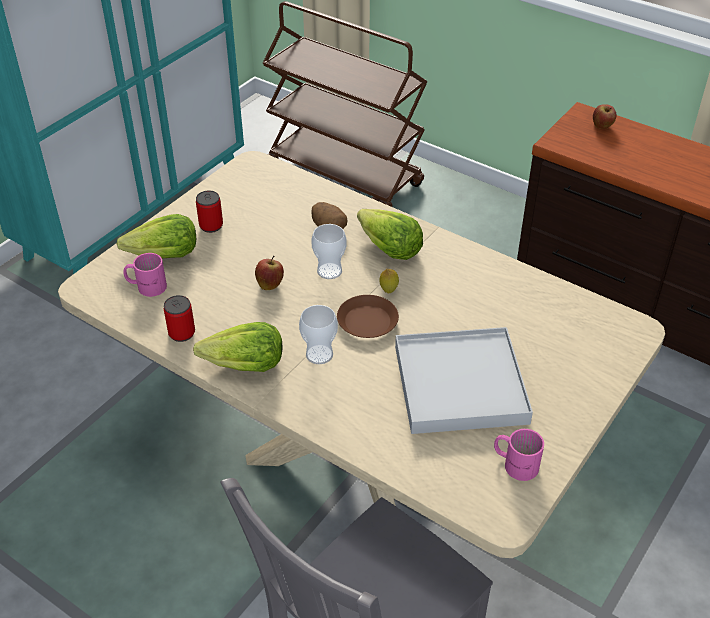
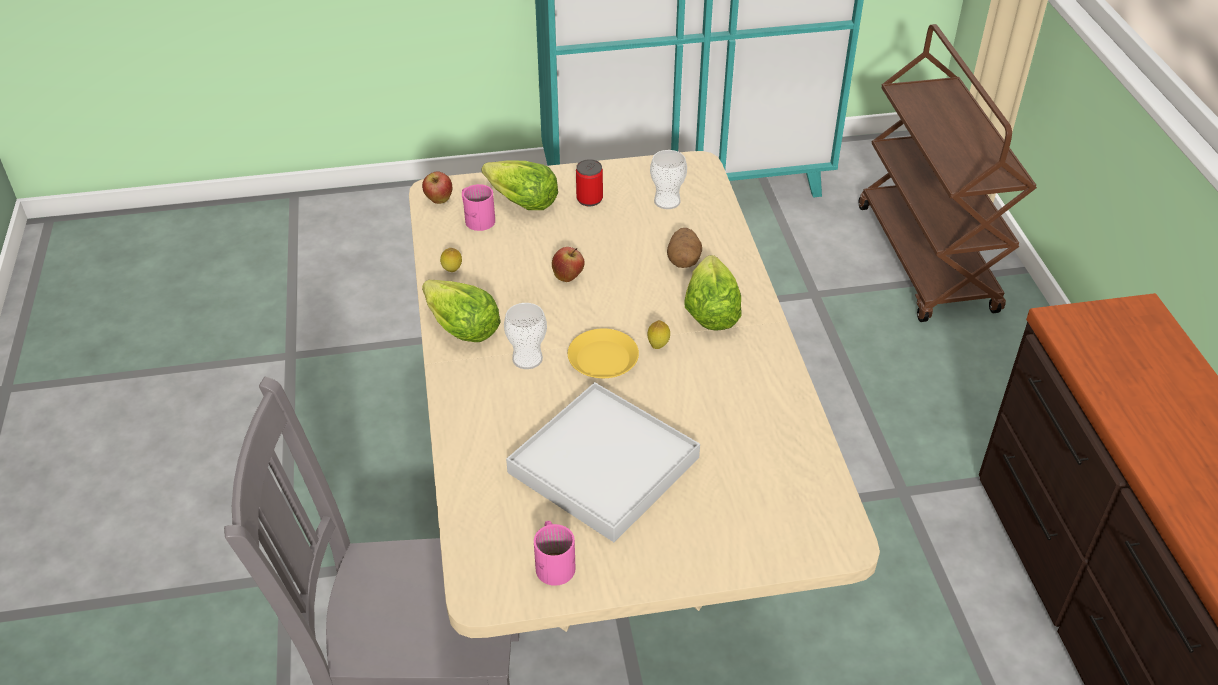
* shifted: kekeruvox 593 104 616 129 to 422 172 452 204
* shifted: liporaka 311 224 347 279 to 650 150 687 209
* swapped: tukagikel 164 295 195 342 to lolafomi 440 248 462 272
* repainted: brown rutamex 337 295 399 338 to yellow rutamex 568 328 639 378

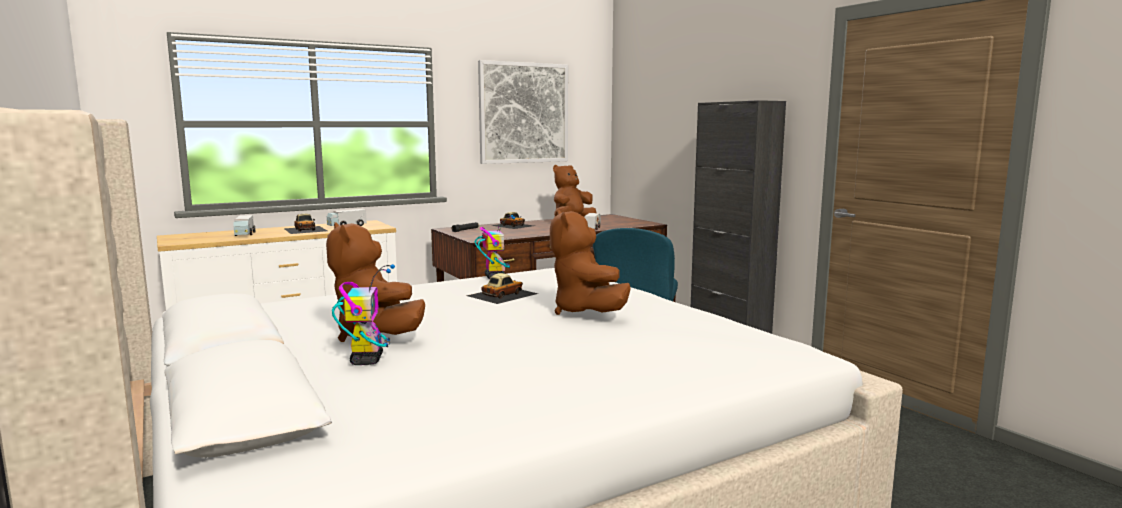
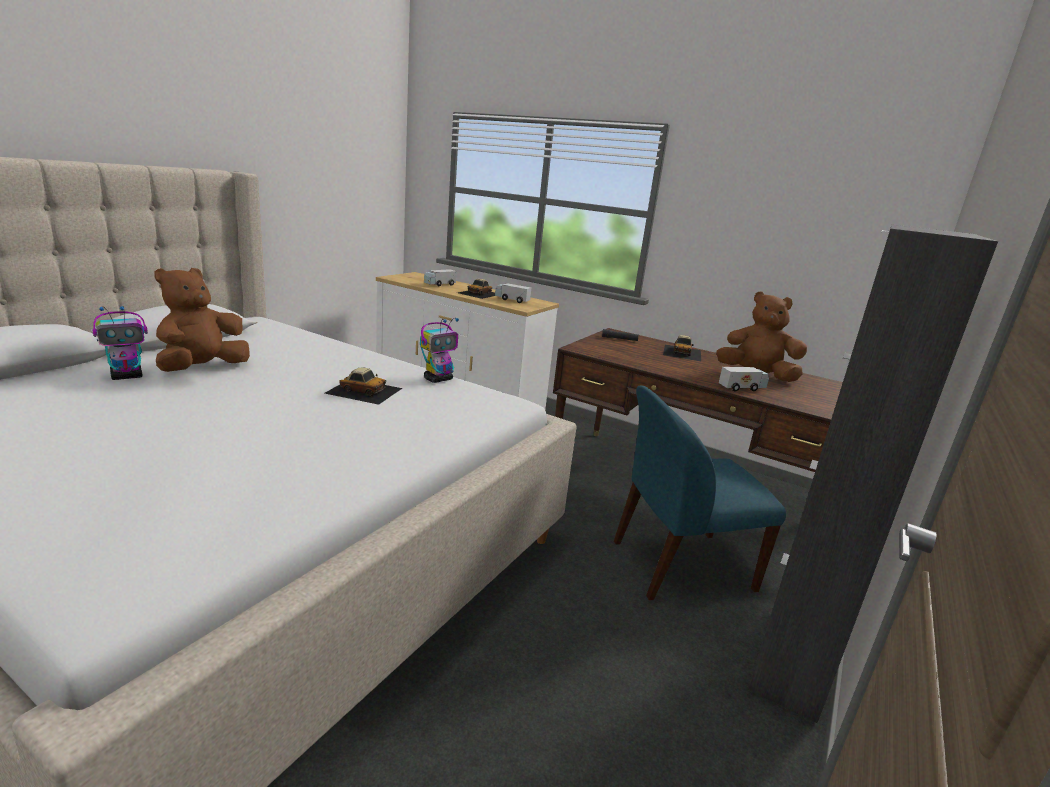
* gone: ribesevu 478 60 568 164
* gone: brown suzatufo 550 210 630 315

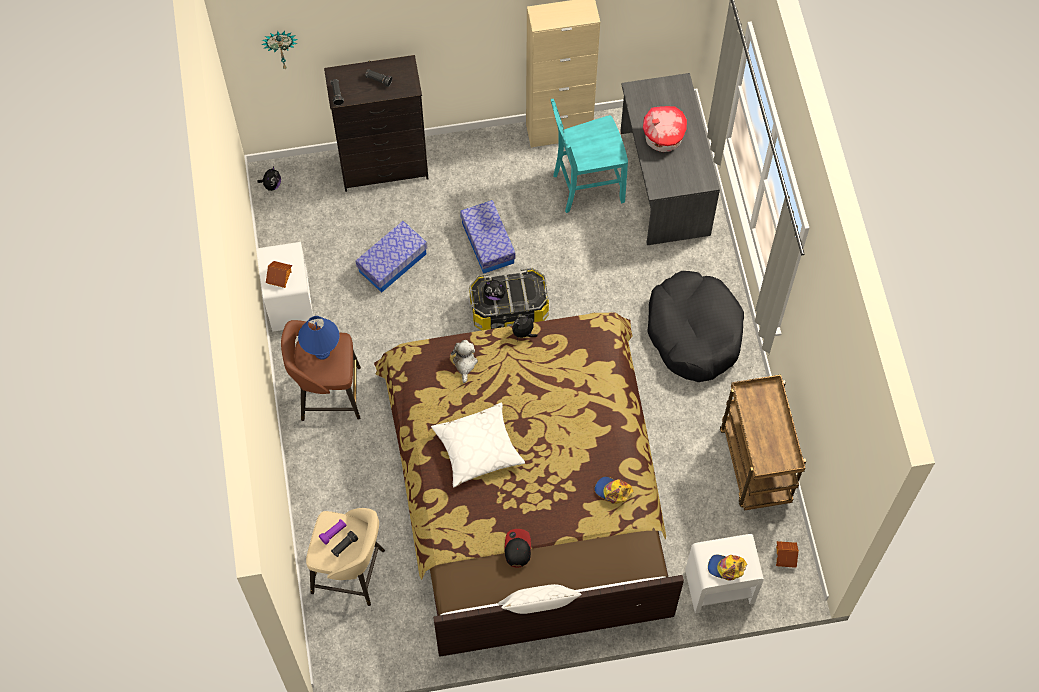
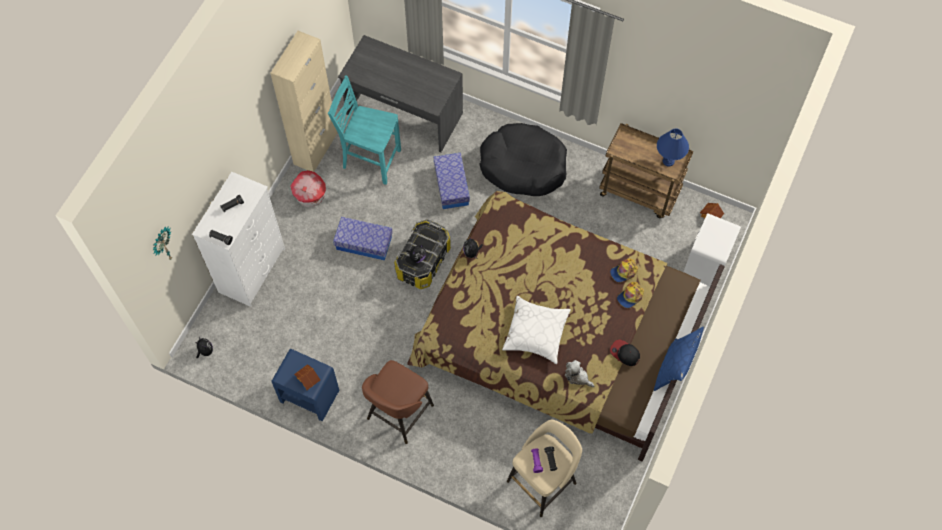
* repainted: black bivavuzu 324 55 428 192 to white bivavuzu 192 172 285 307
* rotated: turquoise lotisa 551 99 628 213 = 328 75 401 185 90 degrees clockwise
* shifted: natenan 643 106 687 152 to 290 170 326 207
* shifted: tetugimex 356 221 427 293 to 434 153 470 209
* repainted: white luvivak 257 242 315 332 to blue luvivak 271 349 339 422
* shifted: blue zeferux 298 316 340 360 to 657 129 689 167
* shifted: suzatufo 451 340 478 383 to 565 360 595 387
* shifted: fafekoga 708 554 747 581 to 617 282 644 308
* repainted: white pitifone 498 584 581 614 to blue pitifone 654 327 704 391

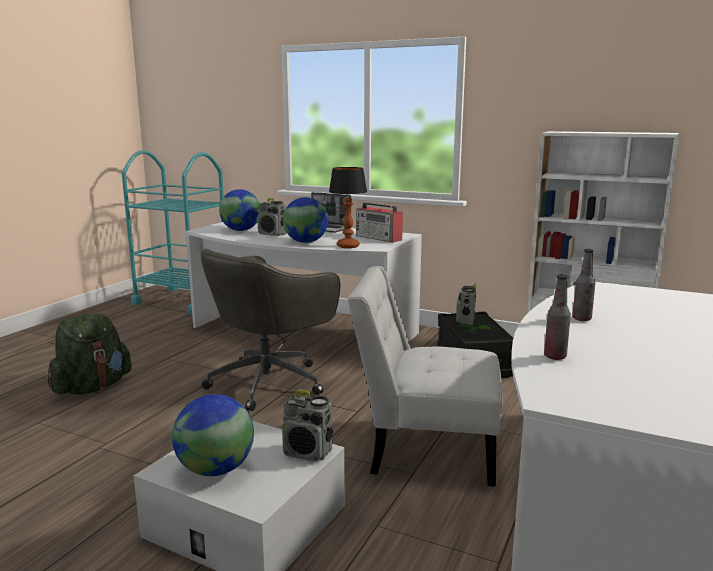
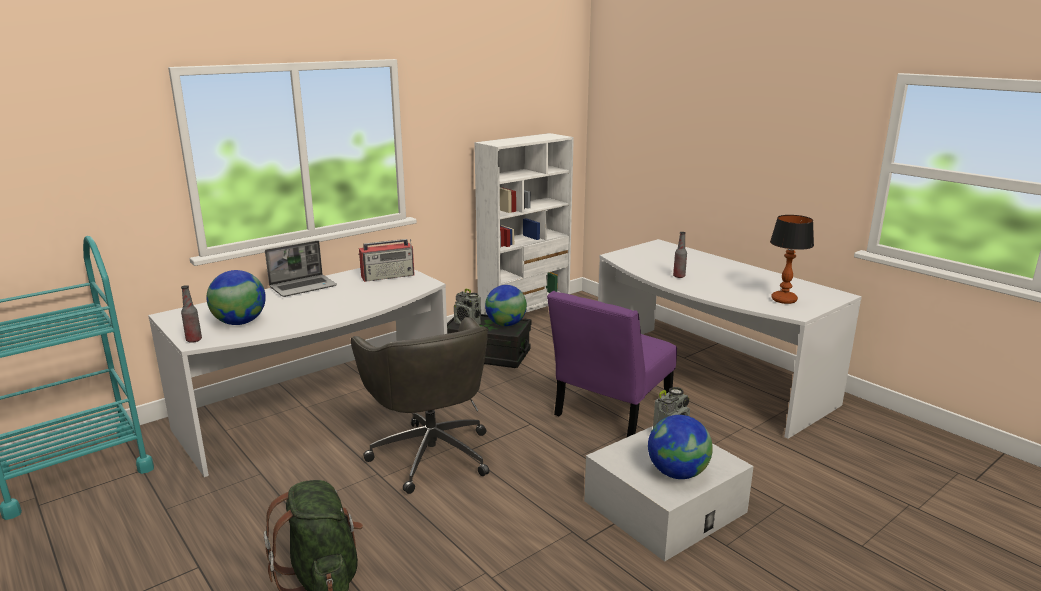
* shifted: zeferux 329 167 367 248 to 770 215 814 304
* shifted: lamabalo 283 197 328 243 to 485 285 527 326
* gone: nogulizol 257 198 286 236
* repainted: white lotisa 347 266 502 487 to purple lotisa 547 291 677 437
* shifted: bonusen 544 275 571 360 to 181 285 202 343

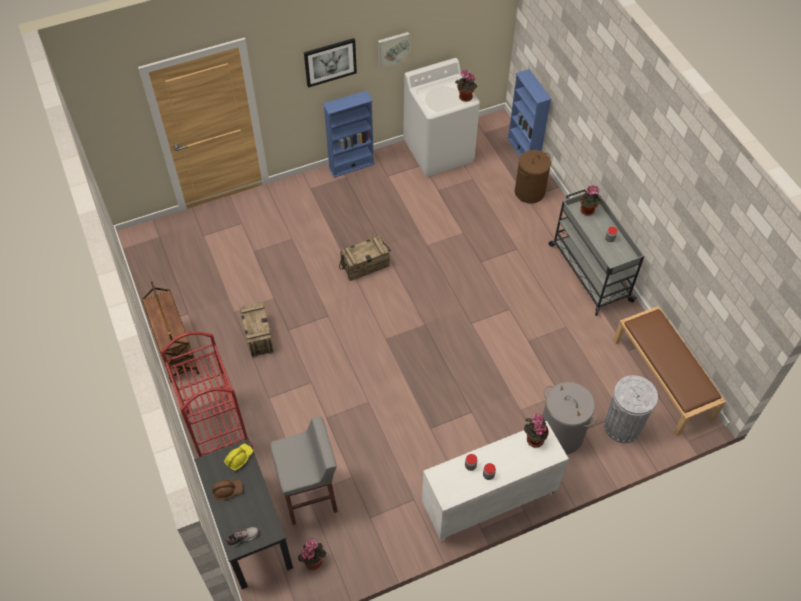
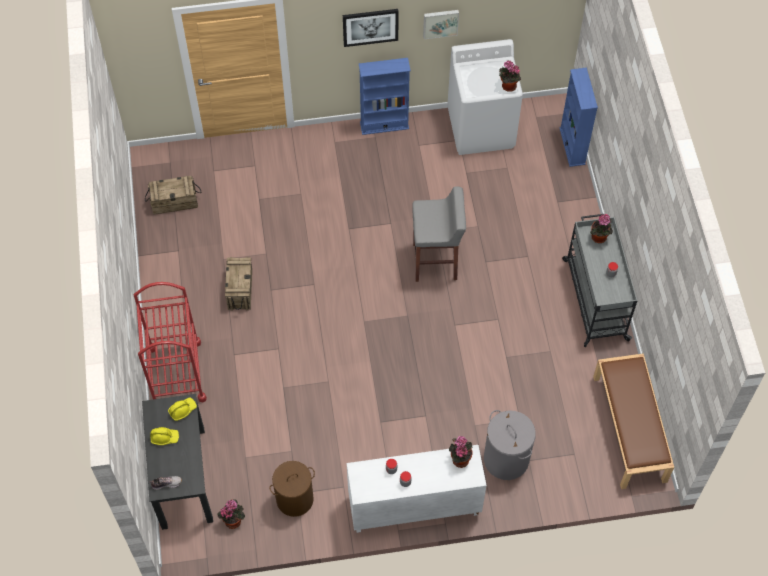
* shifted: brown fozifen 515 150 551 203 to 270 461 315 517
* shifted: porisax 339 236 391 281 to 145 176 201 214
* gone: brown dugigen 142 282 199 383
* gone: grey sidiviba 604 375 658 443
* shifted: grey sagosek 270 417 338 525 to 412 186 466 282
* repainted: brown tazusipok 212 480 243 500 to yellow tazusipok 150 427 179 445

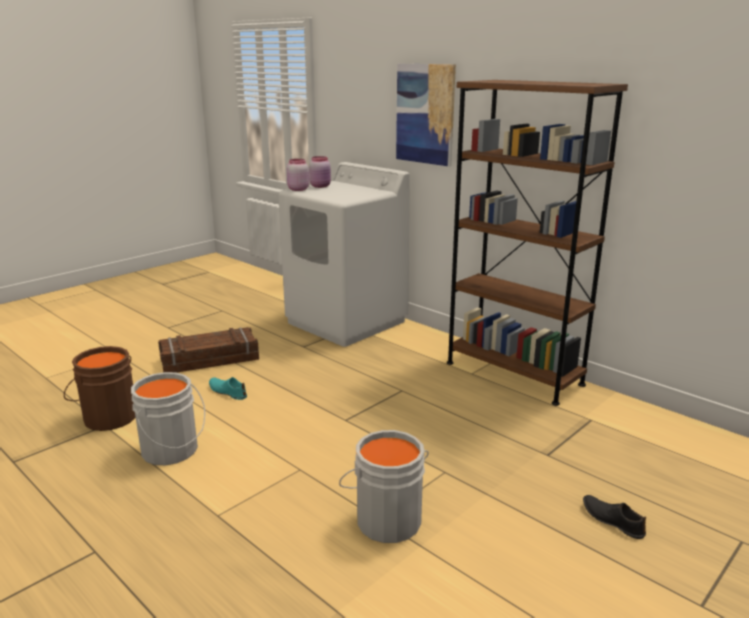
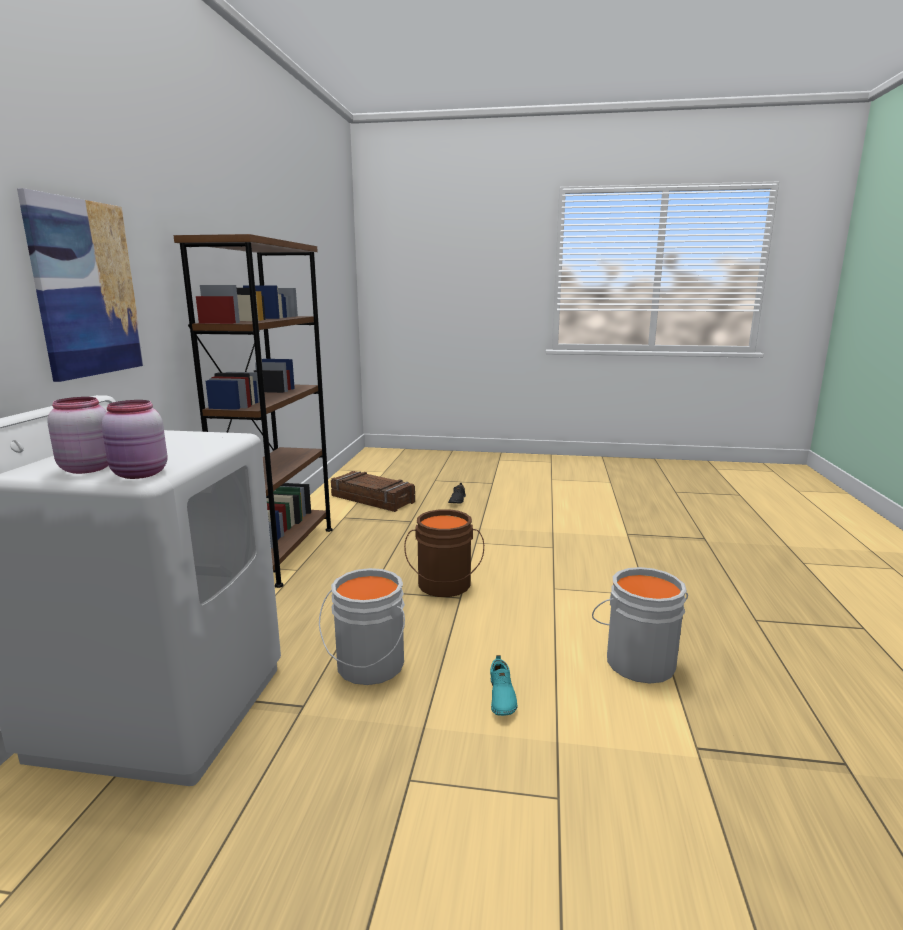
* shifted: porisax 158 327 259 373 to 331 471 415 512
* shifted: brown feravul 64 346 136 431 to 404 509 484 597
* shifted: grey feravul 339 430 429 543 to 319 568 405 685

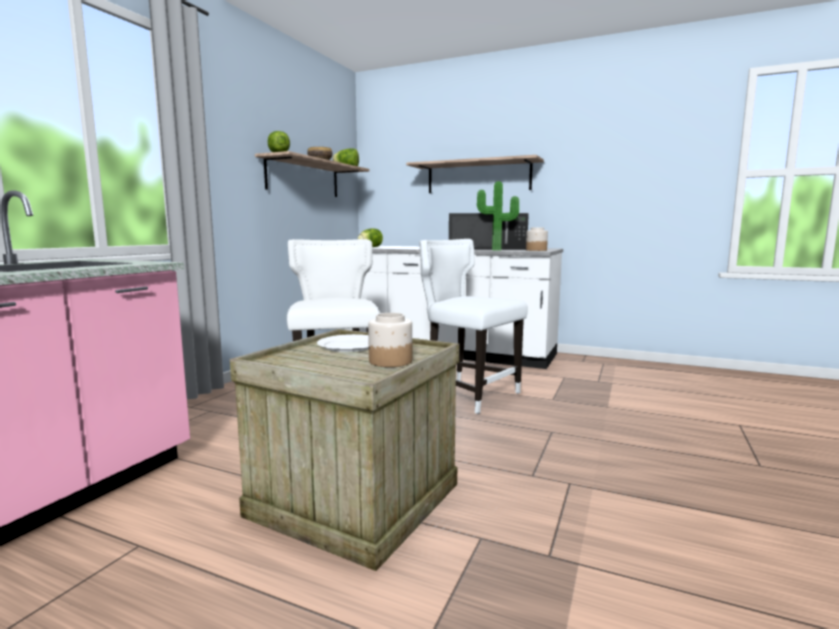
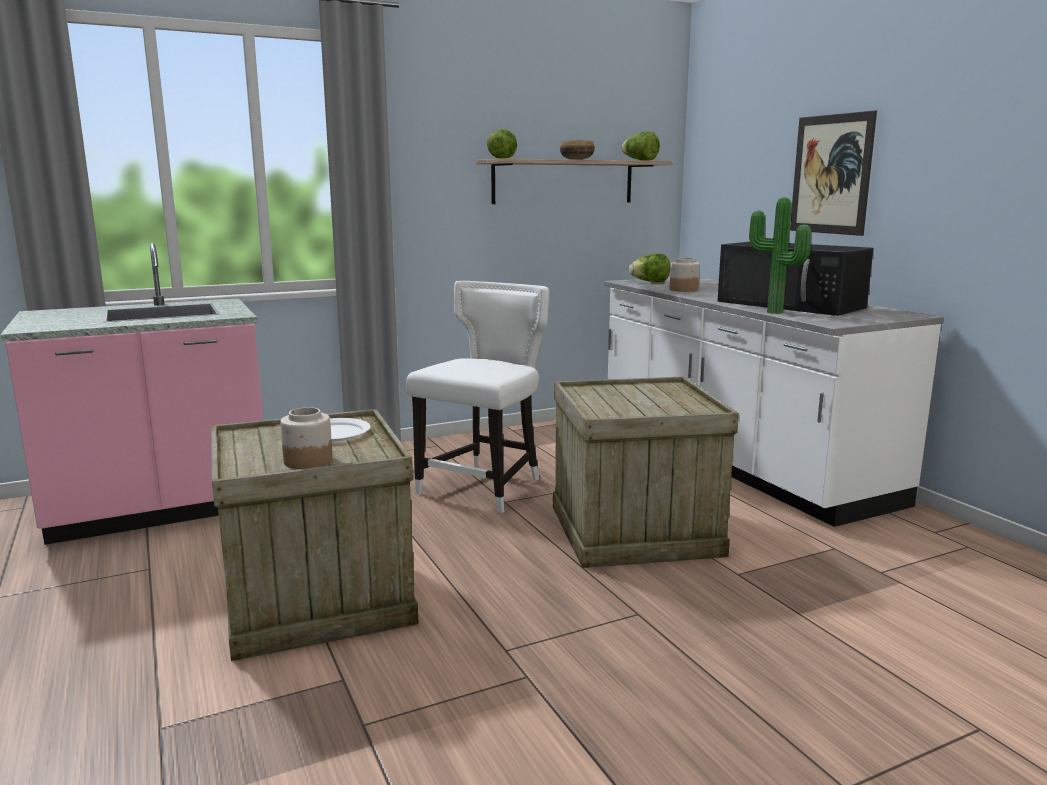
* swapped: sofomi 406 155 544 193 to ribesevu 790 110 877 236
* shifted: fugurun 526 227 548 251 to 670 258 700 292
* swapped: white lotisa 419 239 528 414 to porisax 553 376 739 568

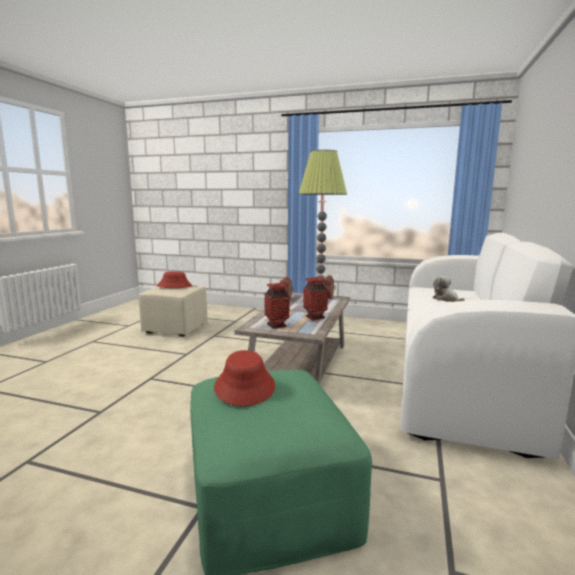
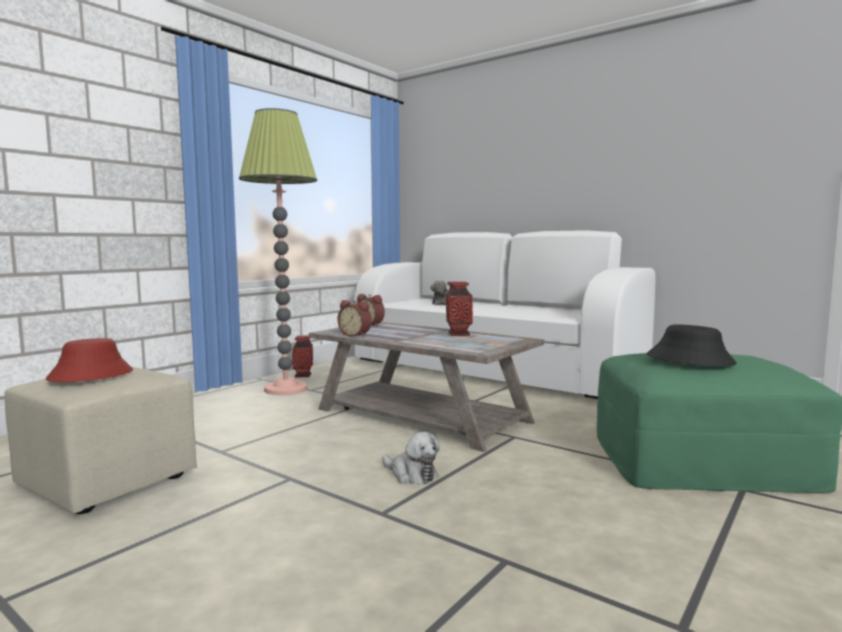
* shifted: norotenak 265 283 290 329 to 292 336 313 377
* repainted: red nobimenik 214 350 275 406 to black nobimenik 647 325 737 366
* new: suzatufo 382 432 440 485

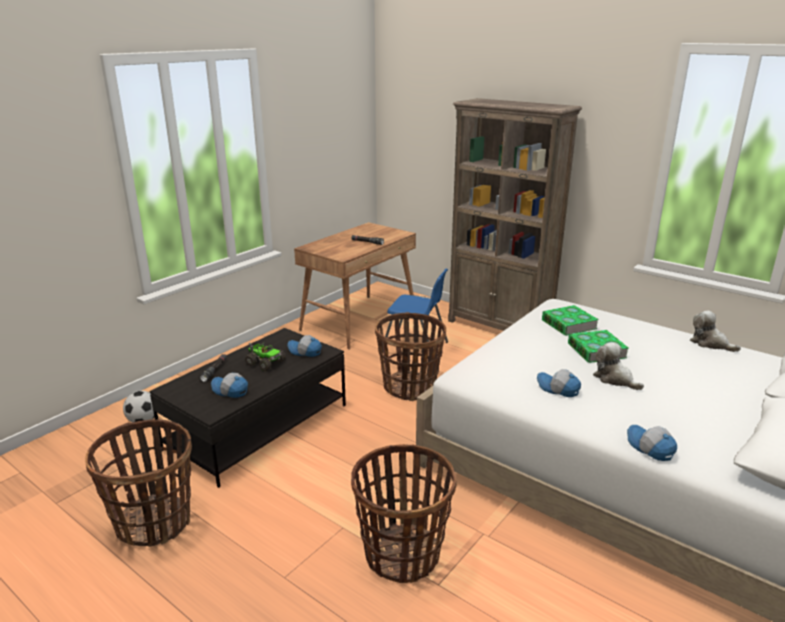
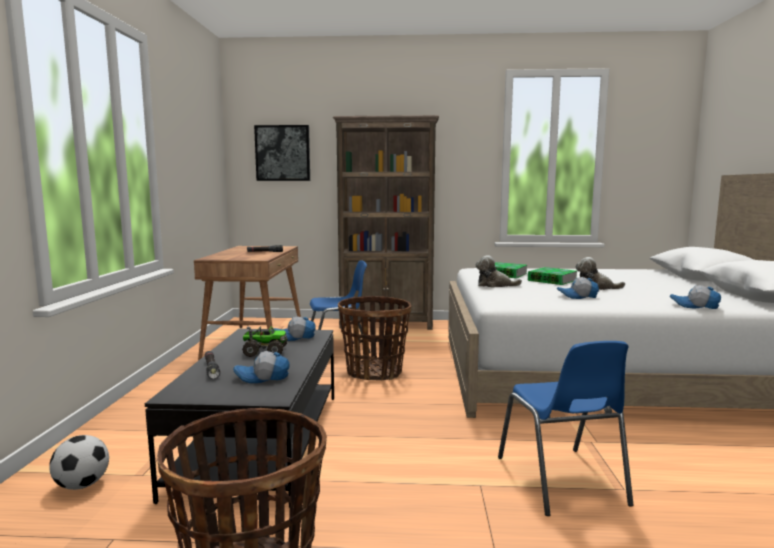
* shifted: suzatufo 690 311 741 352 to 476 255 522 287
* swapped: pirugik 351 444 457 583 to blue lotisa 498 341 634 516
* new: ribesevu 254 125 310 181

